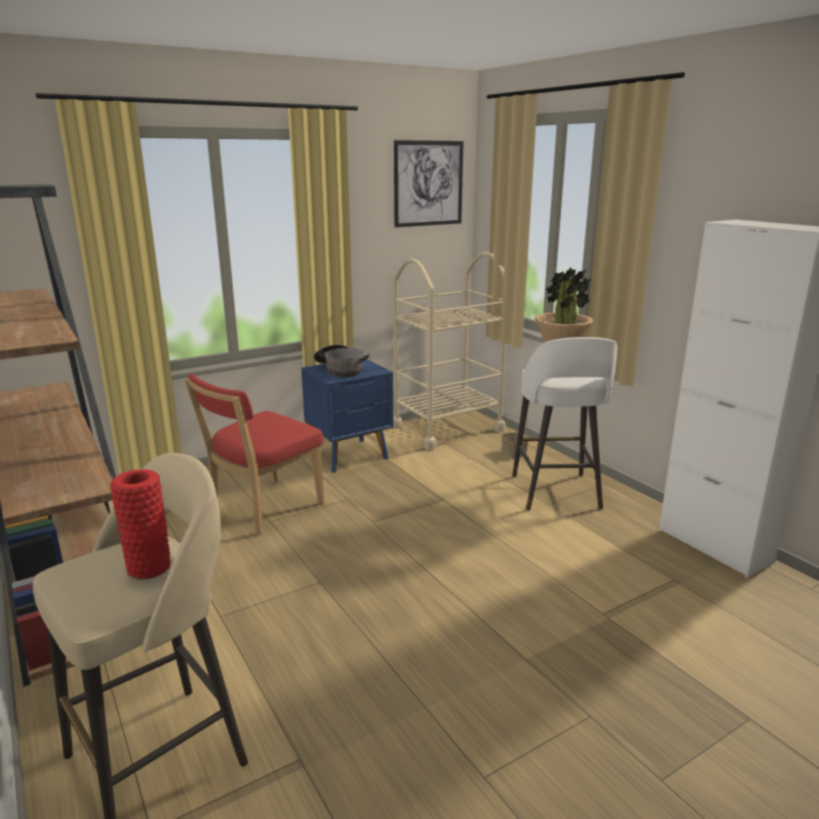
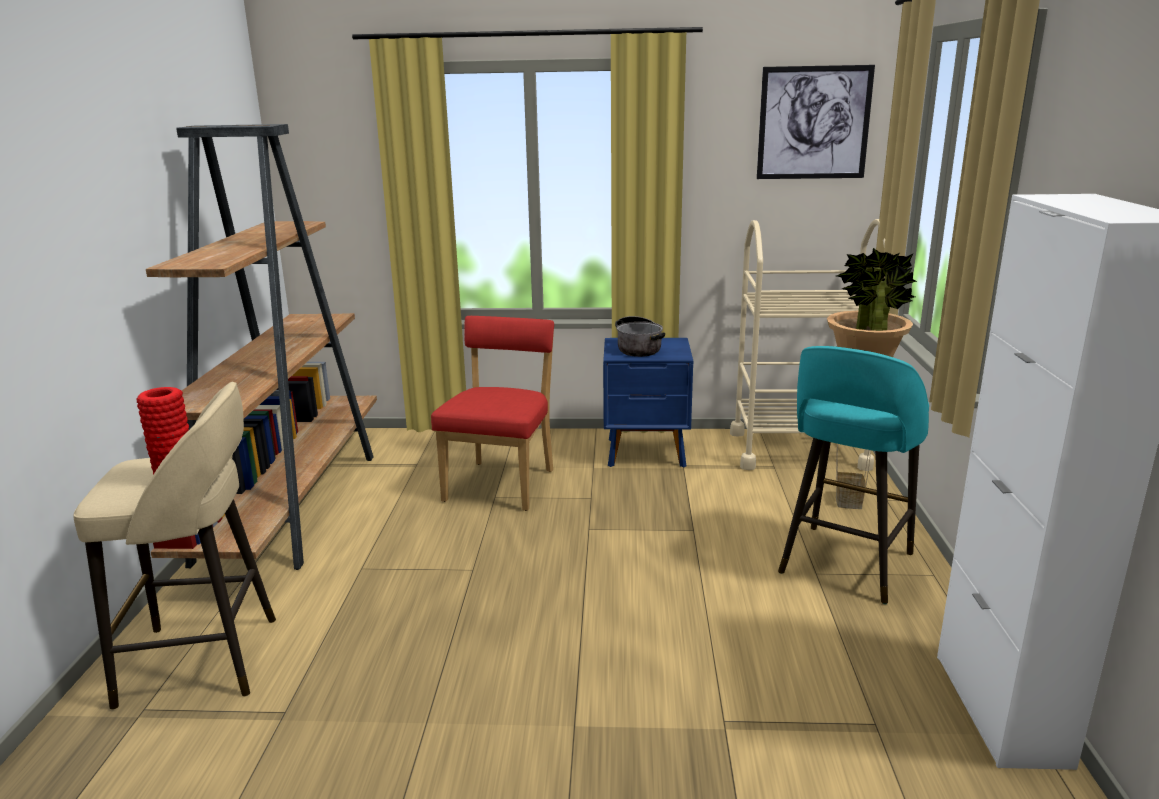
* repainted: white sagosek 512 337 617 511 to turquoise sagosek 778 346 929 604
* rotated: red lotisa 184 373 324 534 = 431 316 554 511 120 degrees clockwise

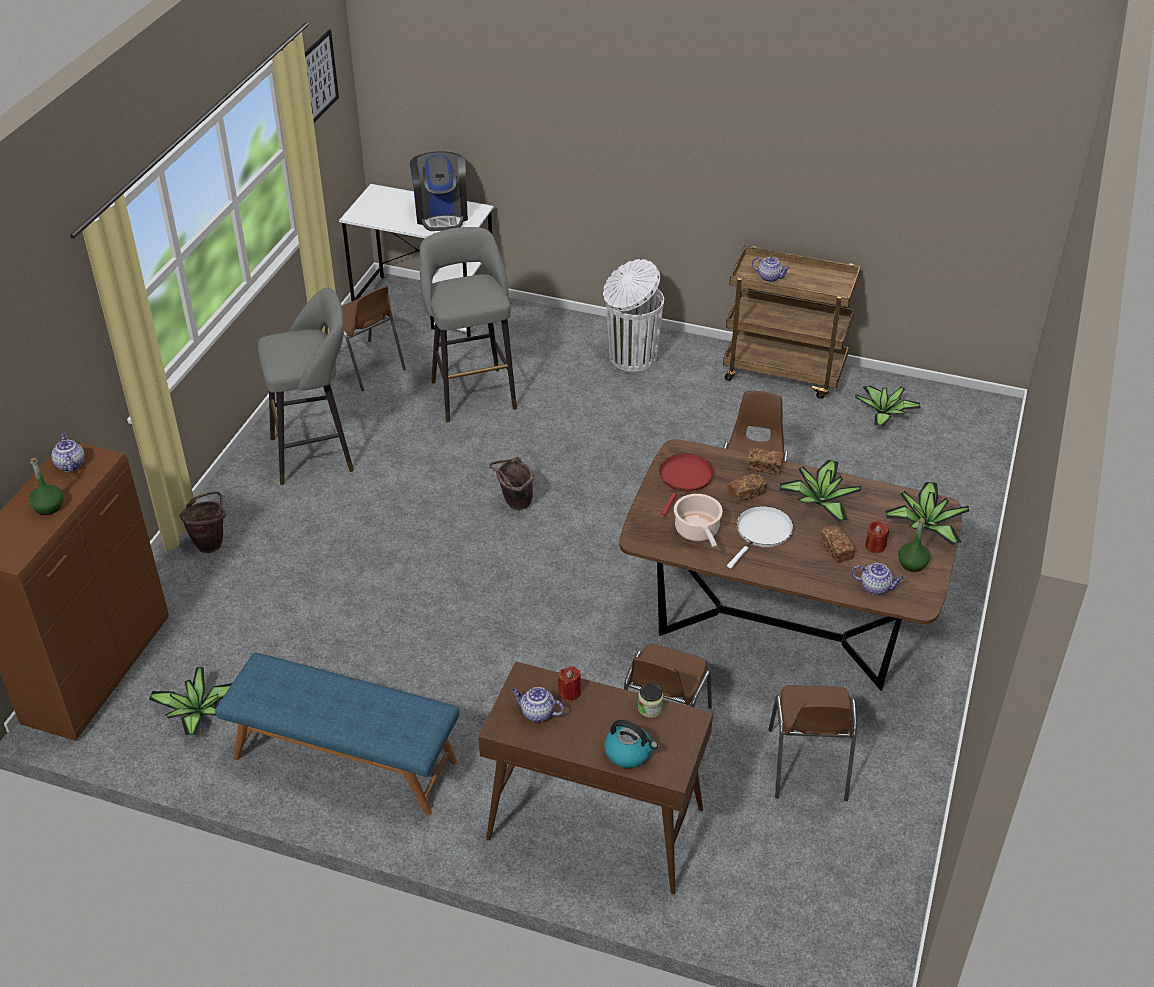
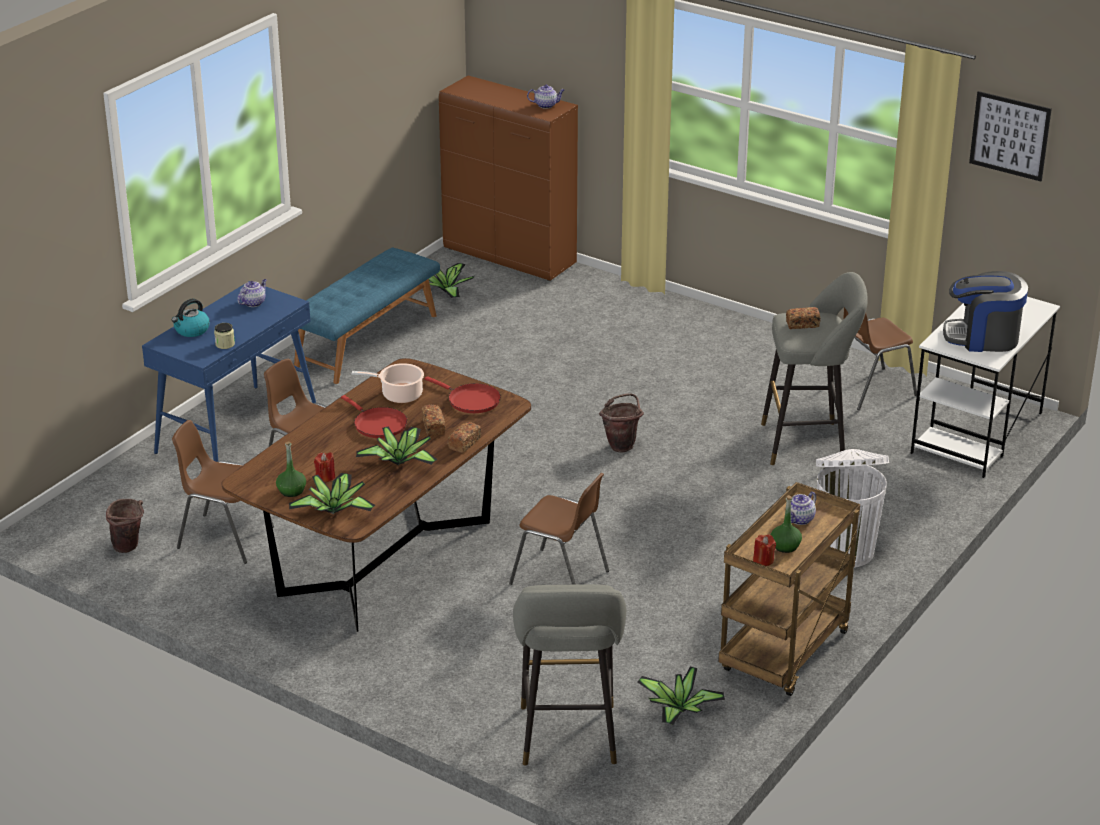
* shifted: grey sagosek 258 288 354 485 to 513 584 626 766
* shifted: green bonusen 28 458 63 515 to 771 495 802 553
* shifted: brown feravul 179 491 226 553 to 106 499 144 553
* repainted: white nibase 727 506 793 568 to red nibase 341 395 407 438
* shifted: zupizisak 820 525 855 563 to 786 307 820 329
* gone: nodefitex 851 563 904 595
* repainted: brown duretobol 478 661 713 894 to blue duretobol 142 281 316 462
* shifted: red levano 558 666 581 701 to 753 534 776 566

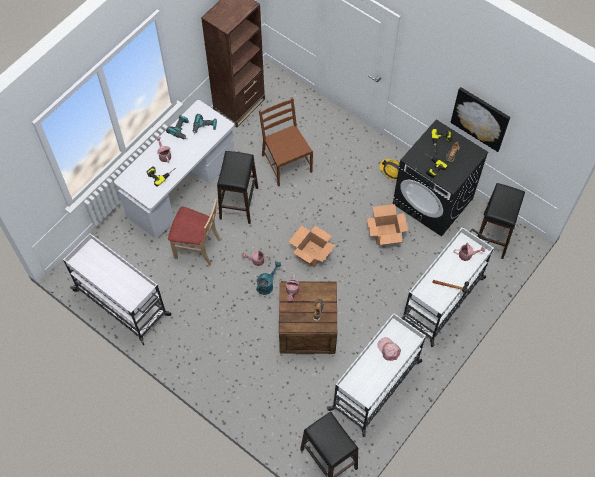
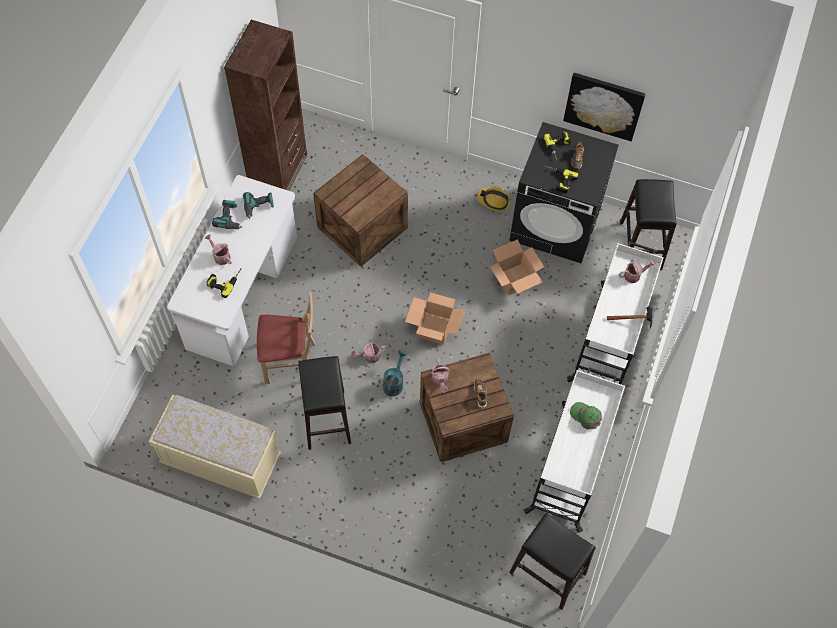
* swapped: brown lotisa 259 97 313 187 to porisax 313 155 408 267
* shifted: black sagosek 217 151 258 224 to 298 356 351 450
* swapped: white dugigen 63 233 171 345 to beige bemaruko 149 395 281 499
* repainted: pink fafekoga 377 337 401 361 to green fafekoga 570 402 602 430

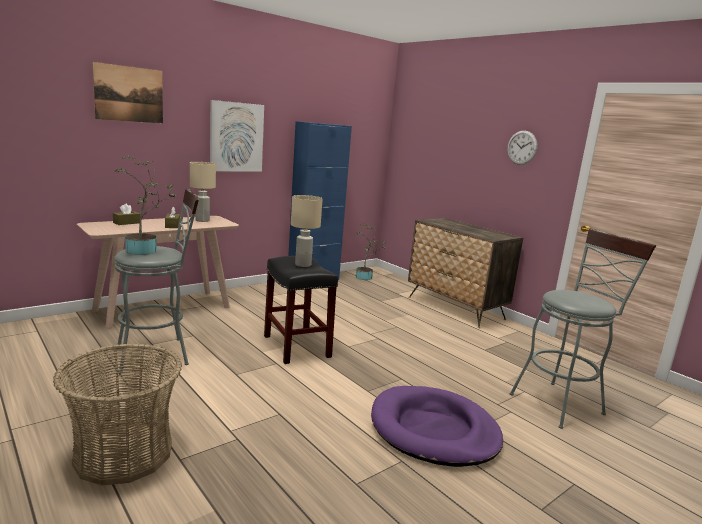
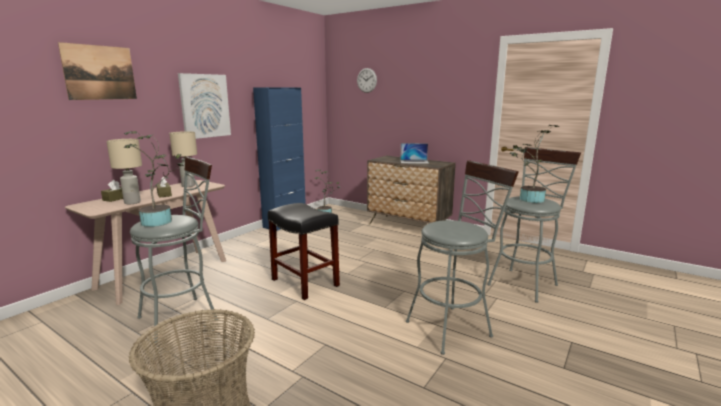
* shifted: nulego 507 131 538 165 to 357 68 377 93
* shifted: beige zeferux 291 195 322 267 to 107 139 142 204
* swapped: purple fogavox 371 386 503 467 to grey sagosek 406 160 519 355
* new: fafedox 510 125 559 203
* new: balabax 400 143 429 164

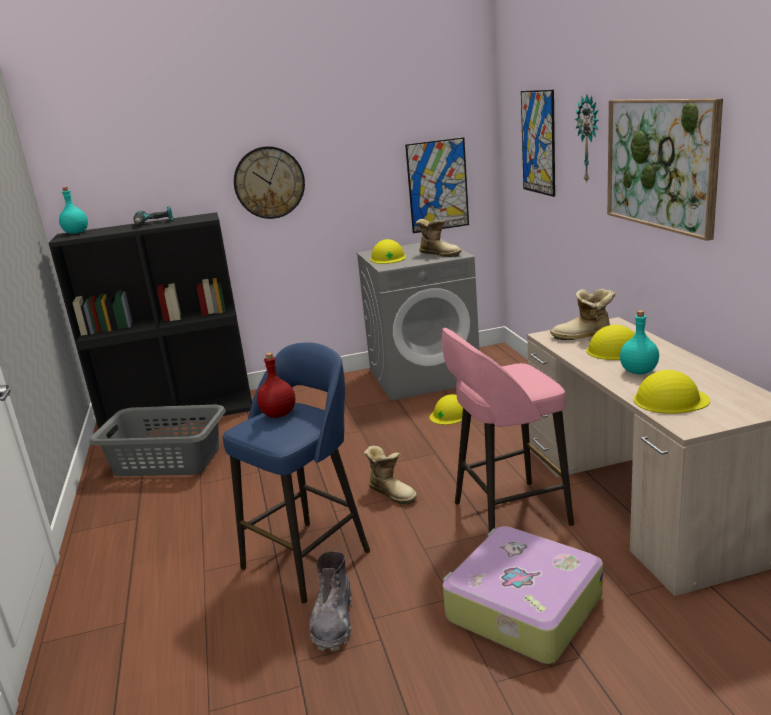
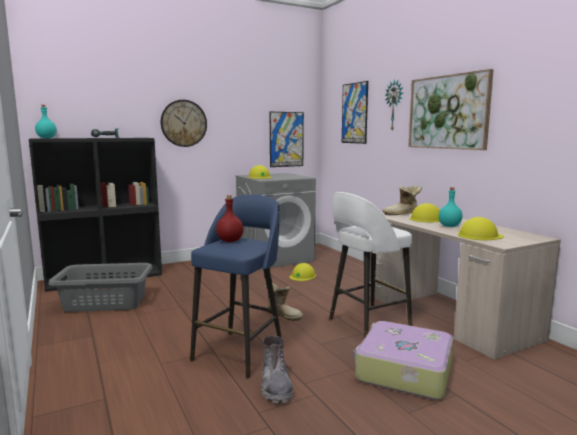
* gone: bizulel 416 219 461 257
* repainted: pink sagosek 442 328 574 532 to white sagosek 329 192 412 339

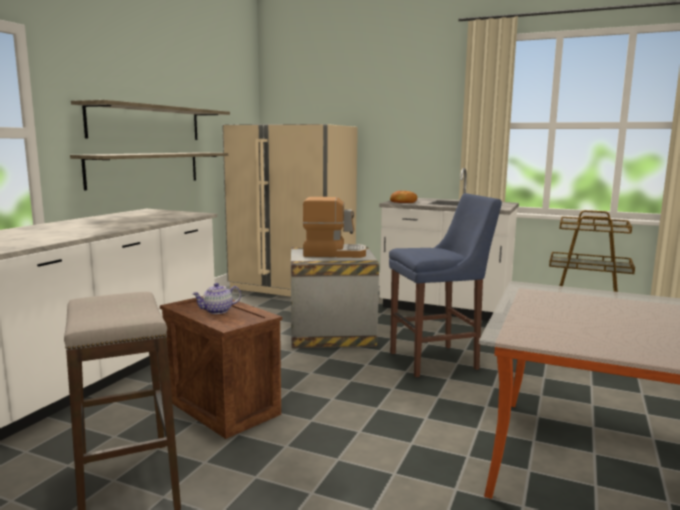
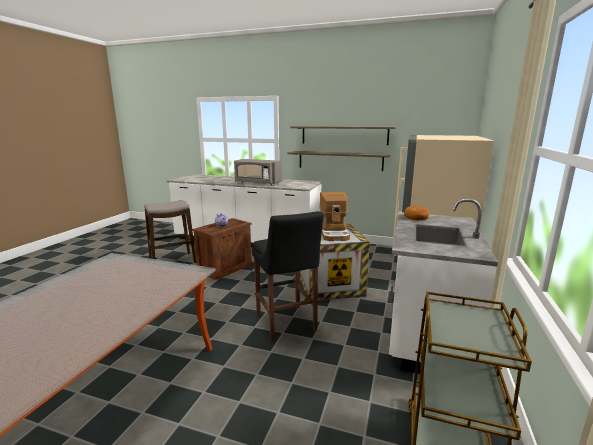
* repainted: blue sagosek 389 193 502 377 to black sagosek 252 211 324 342
* new: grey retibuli 234 159 282 185

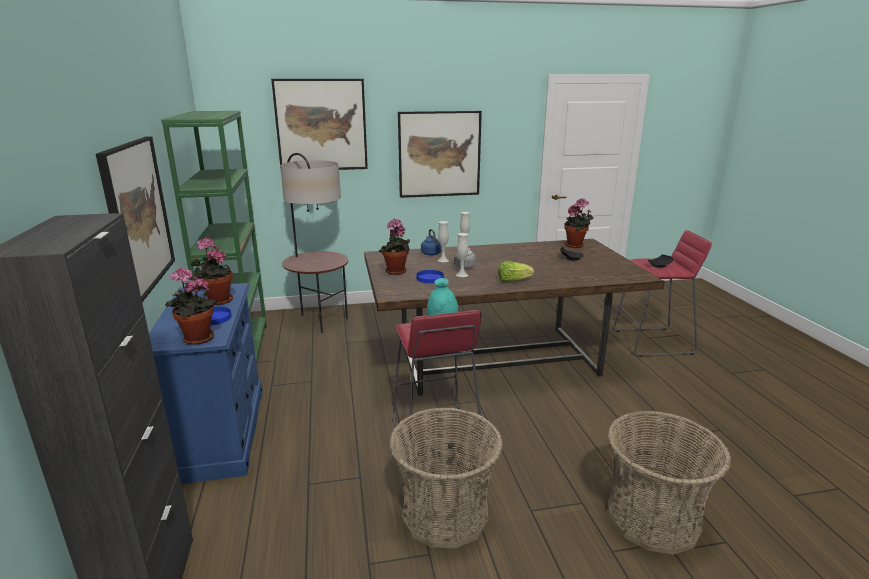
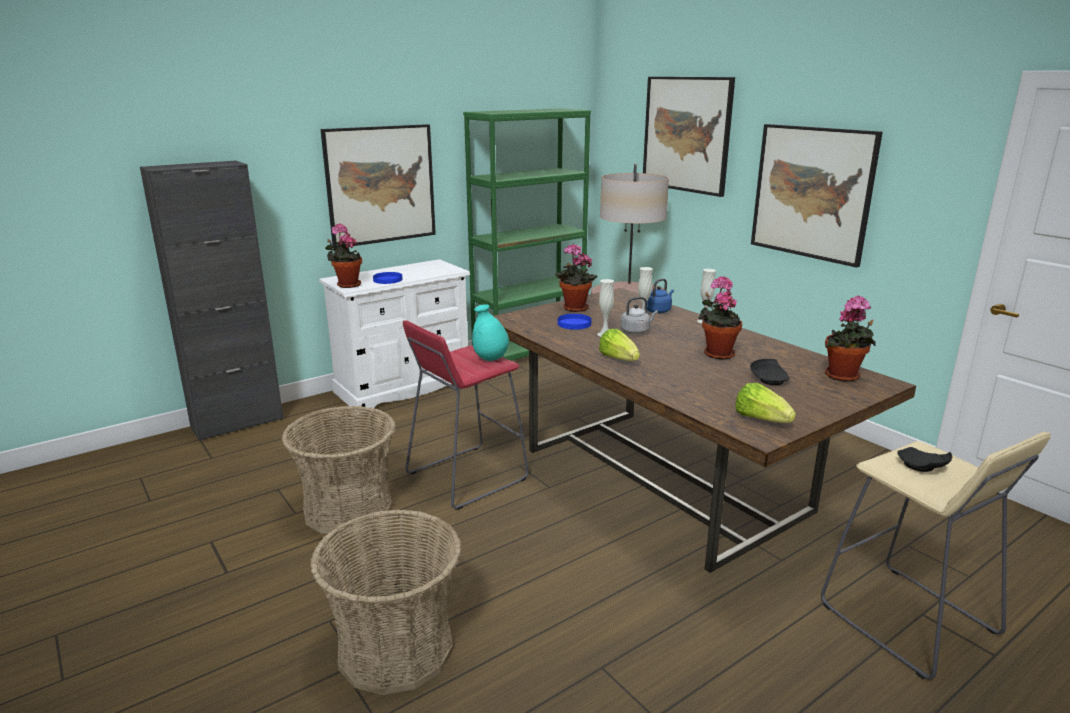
* repainted: red sagosek 613 230 712 357 to beige sagosek 821 432 1051 679
* shifted: fafedox 191 237 233 305 to 699 276 742 360
* repainted: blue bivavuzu 149 283 262 484 to white bivavuzu 319 259 470 412
* new: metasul 735 383 796 423

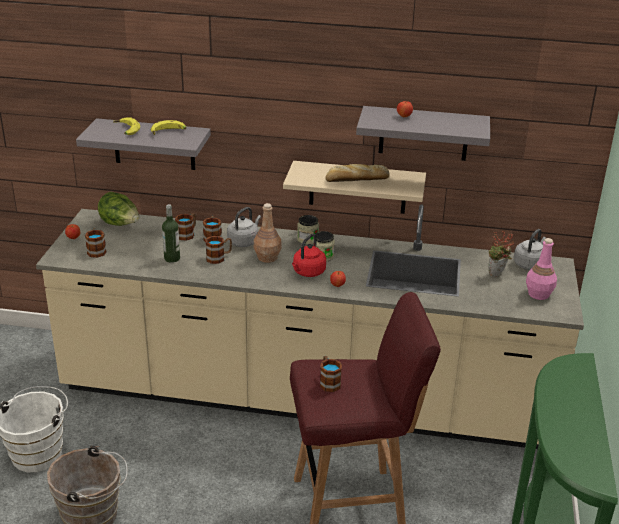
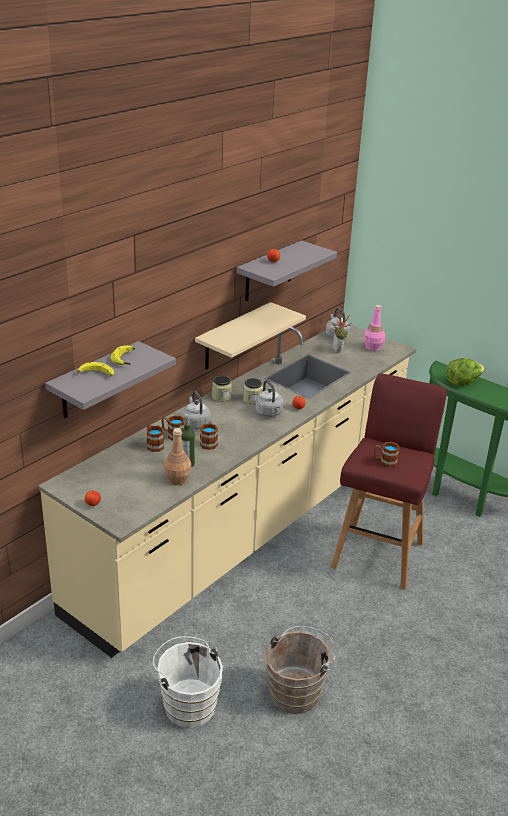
* gone: zupizisak 325 164 390 182
* shifted: metasul 98 192 140 226 to 446 358 485 386
* shifted: brown bonusen 254 203 282 263 to 164 428 192 485
* gone: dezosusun 85 228 106 258
* repainted: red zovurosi 292 234 326 277 to grey zovurosi 255 380 284 417

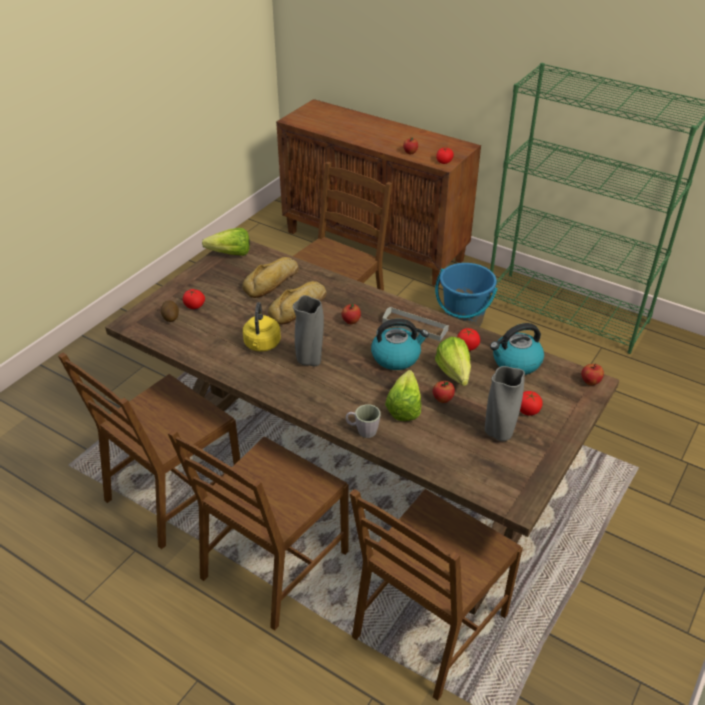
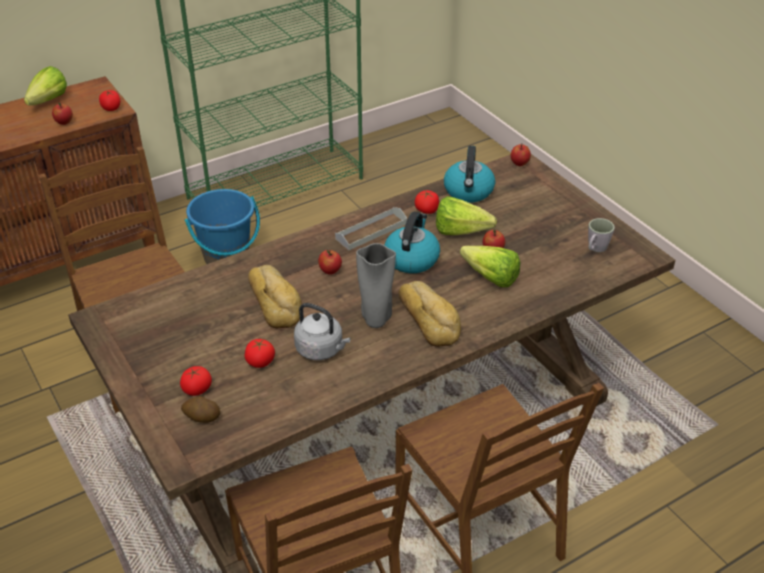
* shifted: metasul 202 228 250 256 to 24 66 67 105
* shifted: zupizisak 242 257 299 298 to 399 281 461 347
* repainted: yellow zovurosi 243 302 281 352 to grey zovurosi 294 303 350 360
* gone: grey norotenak 485 366 525 441
* shifted: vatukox 520 391 543 416 to 245 339 275 368
* shifted: grey dezosusun 346 404 381 438 to 588 218 615 252
* gone: brown lotisa 350 489 523 701

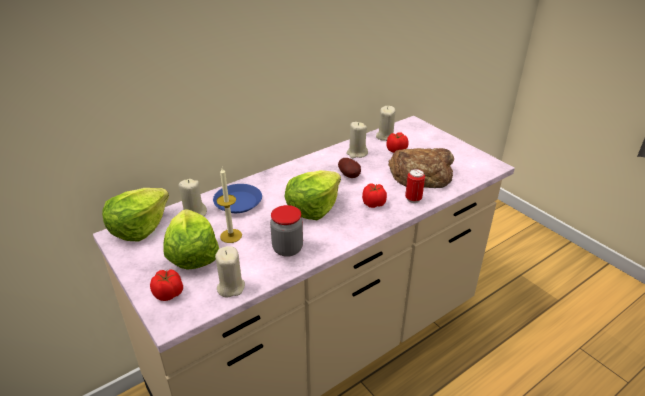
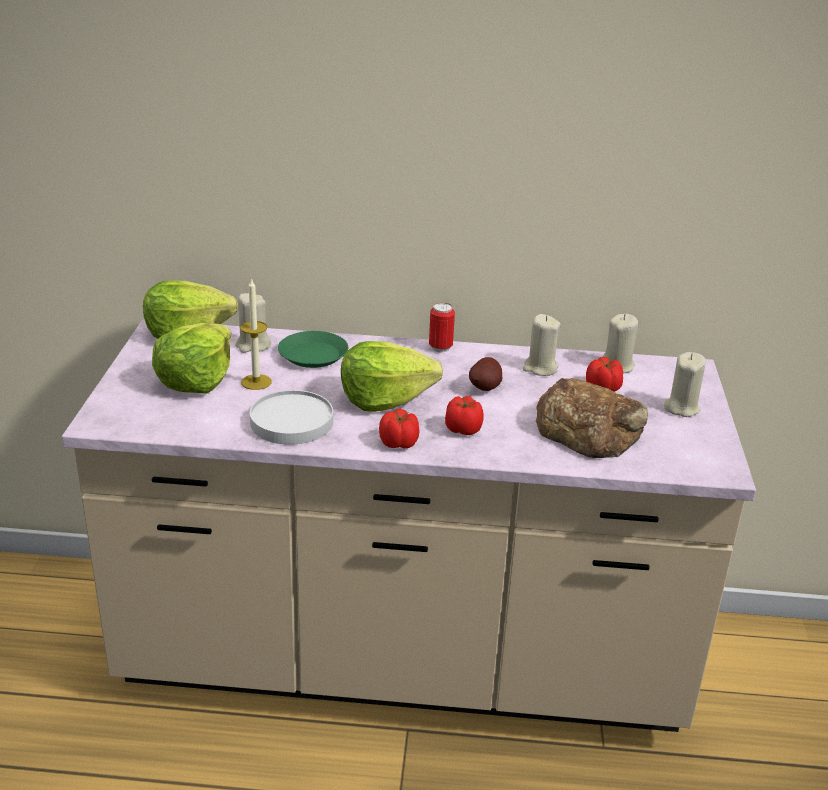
* shifted: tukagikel 405 169 425 203 to 429 303 455 352
* repainted: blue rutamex 213 184 262 213 to green rutamex 278 331 348 368
* swapped: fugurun 270 205 303 257 to white rutamex 250 390 333 445
* shifted: beige levano 215 246 245 298 to 664 352 706 417
* shifted: vatukox 150 269 183 301 to 379 409 420 448

